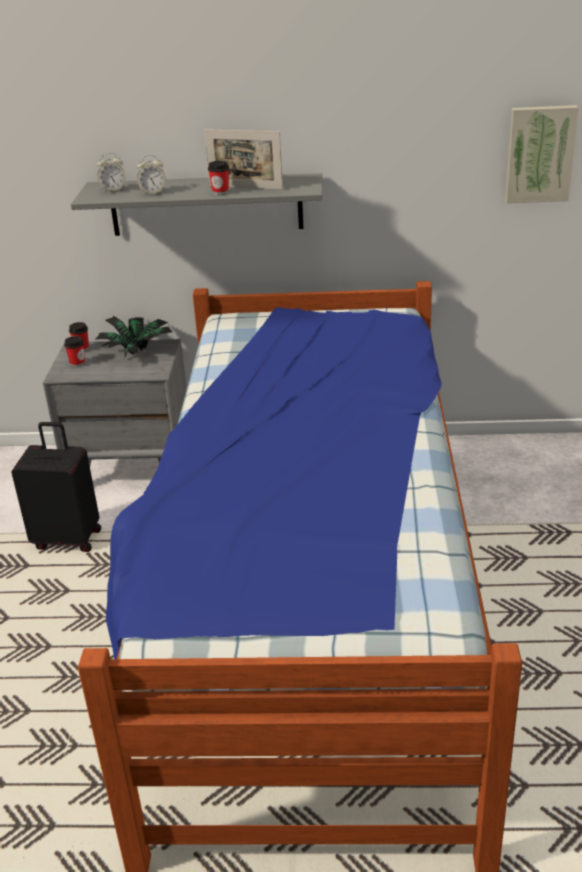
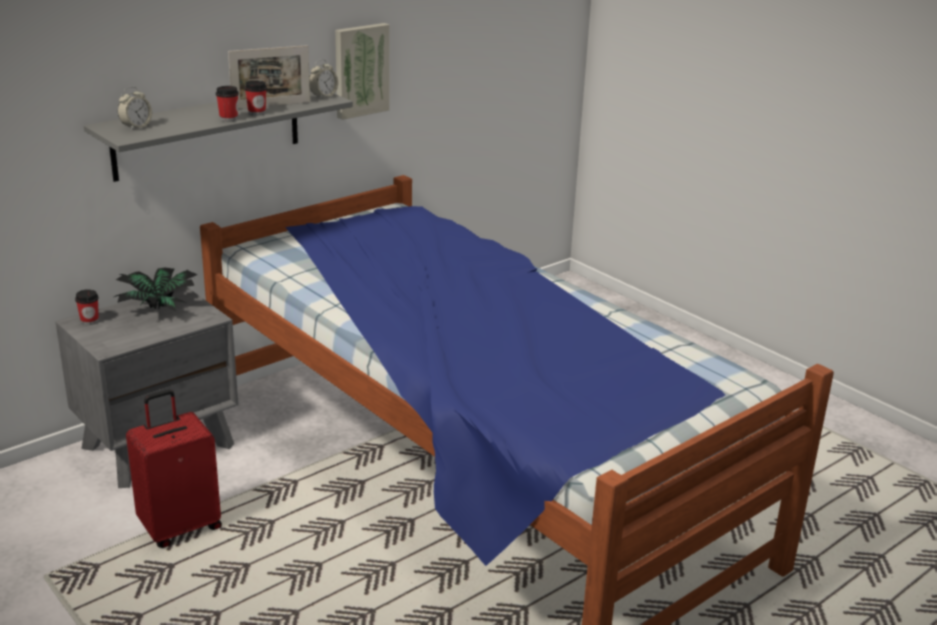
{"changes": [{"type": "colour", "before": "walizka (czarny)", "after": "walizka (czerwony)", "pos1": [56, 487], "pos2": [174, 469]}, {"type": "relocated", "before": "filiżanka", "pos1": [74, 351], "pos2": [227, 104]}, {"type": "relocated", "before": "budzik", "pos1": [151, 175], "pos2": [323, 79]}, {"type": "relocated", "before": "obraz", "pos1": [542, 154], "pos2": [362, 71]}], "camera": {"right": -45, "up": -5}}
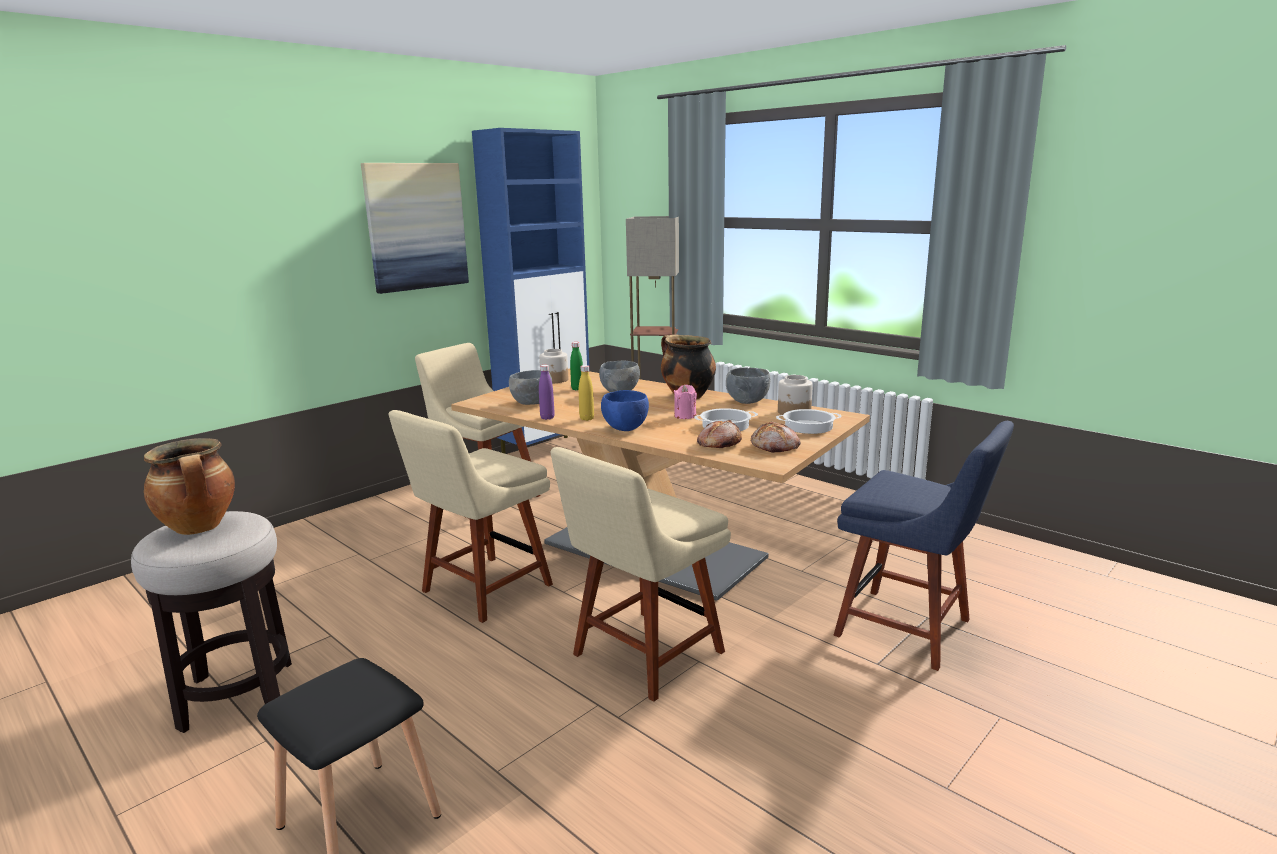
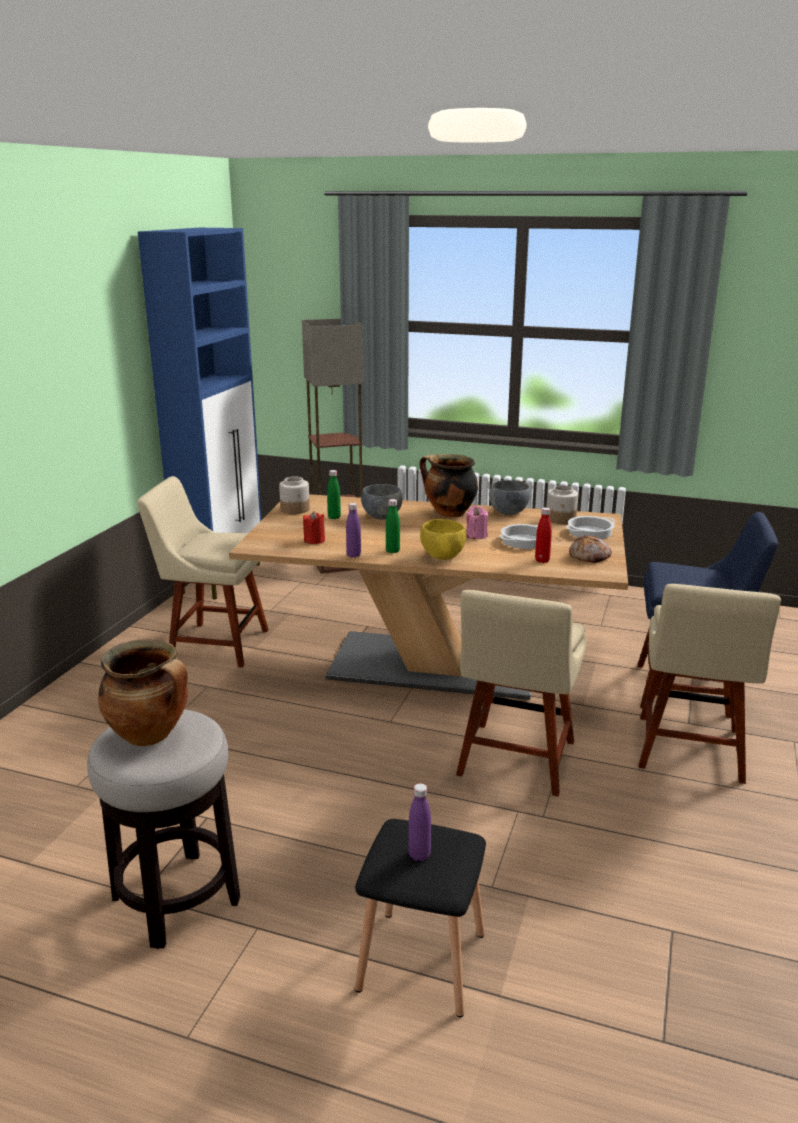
{"changes": [{"type": "exchanged", "before": "miska (szary)", "after": "świeca (czerwony)", "pos1": [531, 387], "pos2": [314, 527]}, {"type": "colour", "before": "butelka (żółty)", "after": "butelka (zielony)", "pos1": [586, 393], "pos2": [393, 526]}, {"type": "appeared", "after": "butelka (fioletowy)", "pos2": [420, 822]}, {"type": "colour", "before": "miska (niebieski)", "after": "miska (żółty)", "pos1": [625, 410], "pos2": [443, 539]}, {"type": "exchanged", "before": "chleb", "after": "butelka (czerwony)", "pos1": [719, 434], "pos2": [543, 535]}, {"type": "relocated", "before": "krzesło (beżowy)", "pos1": [471, 516], "pos2": [710, 684]}, {"type": "missing", "before": "obraz", "pos1": [415, 228]}], "camera": {"right": -25, "up": 5}}
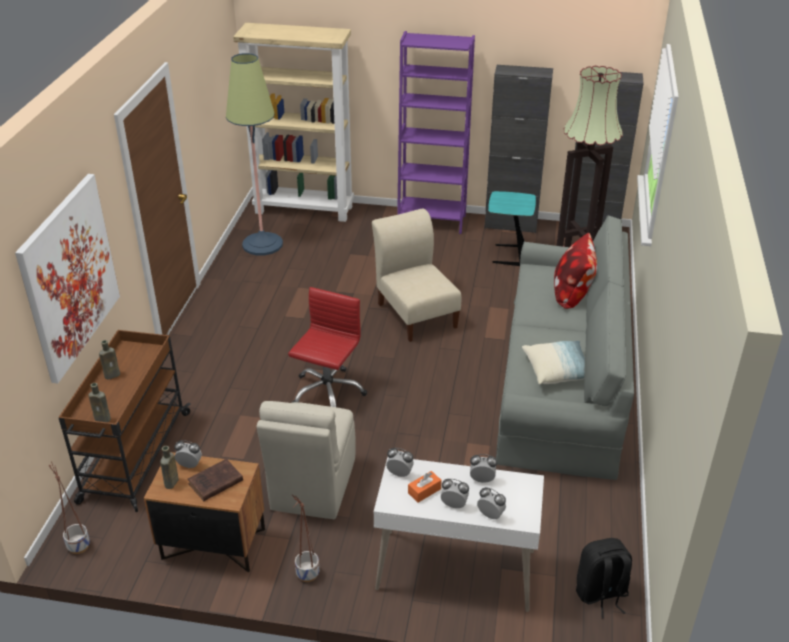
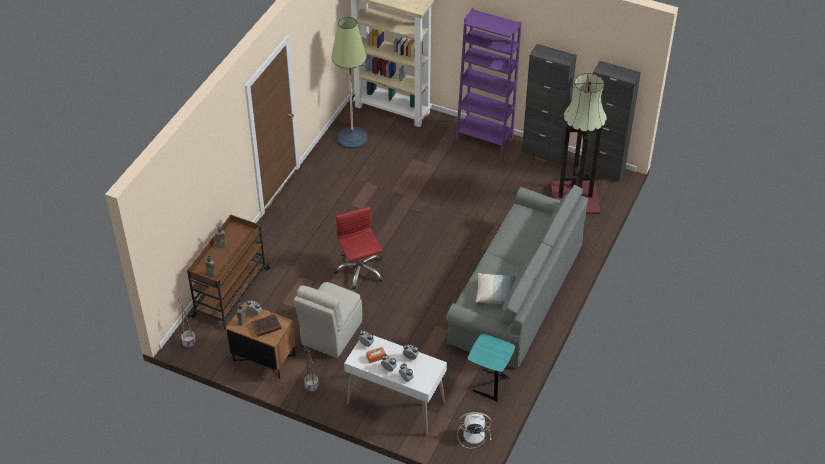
{"changes": [{"type": "spun", "before": "krzesło biurowe (czerwony)", "pos1": [327, 347], "pos2": [358, 248], "turn": -60}, {"type": "exchanged", "before": "plecak (czarny)", "after": "wentylator (biały)", "pos1": [604, 578], "pos2": [474, 430]}, {"type": "relocated", "before": "stolik (turkusowy)", "pos1": [512, 228], "pos2": [491, 367]}, {"type": "missing", "before": "obraz", "pos1": [67, 278]}, {"type": "missing", "before": "krzesło (beżowy)", "pos1": [416, 275]}, {"type": "missing", "before": "poduszka", "pos1": [575, 271]}], "camera": {"right": 15, "up": 10}}
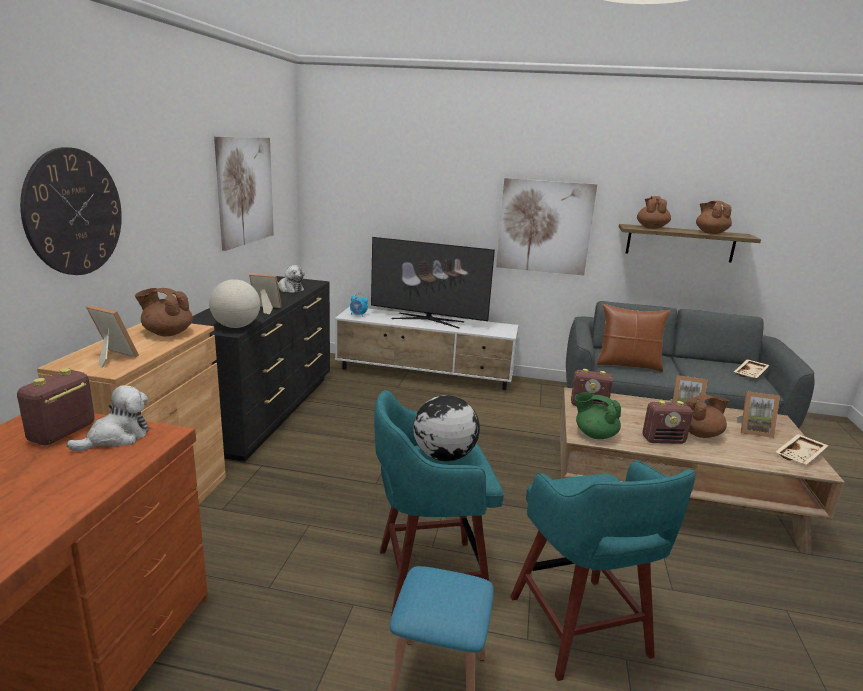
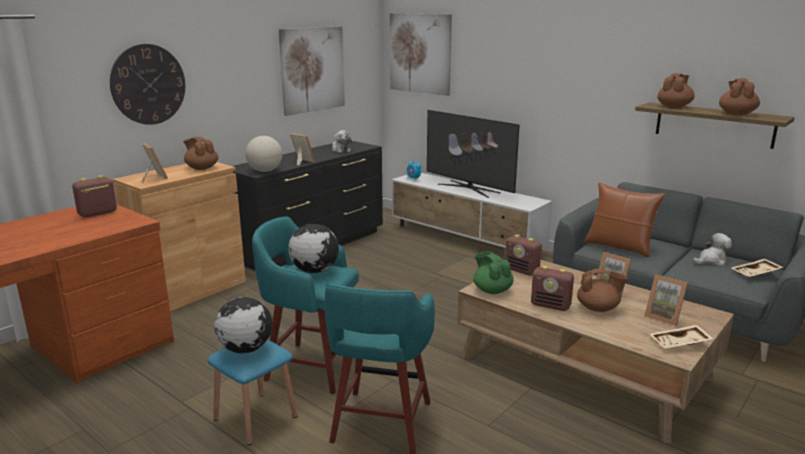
{"changes": [{"type": "appeared", "after": "globus", "pos2": [243, 325]}, {"type": "relocated", "before": "obraz", "pos1": [546, 226], "pos2": [421, 54]}, {"type": "relocated", "before": "pluszak", "pos1": [107, 418], "pos2": [712, 249]}], "camera": {"right": 30, "up": 0}}
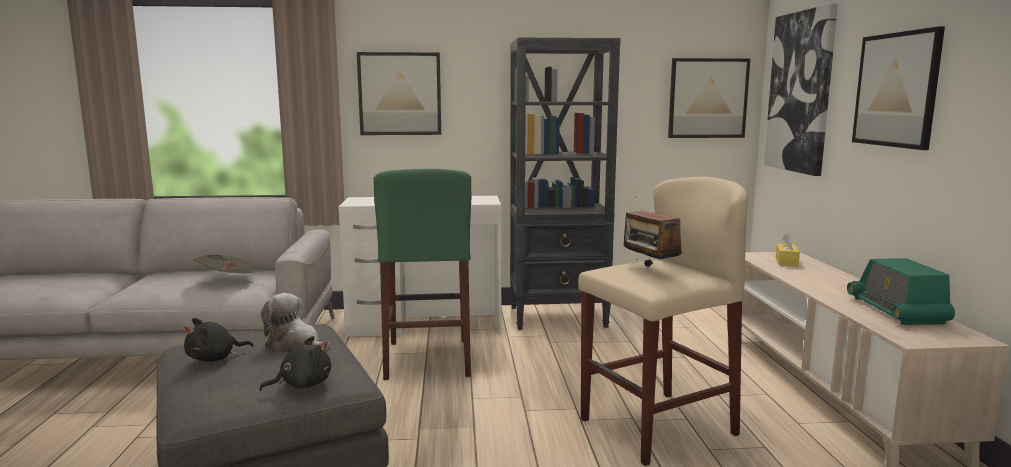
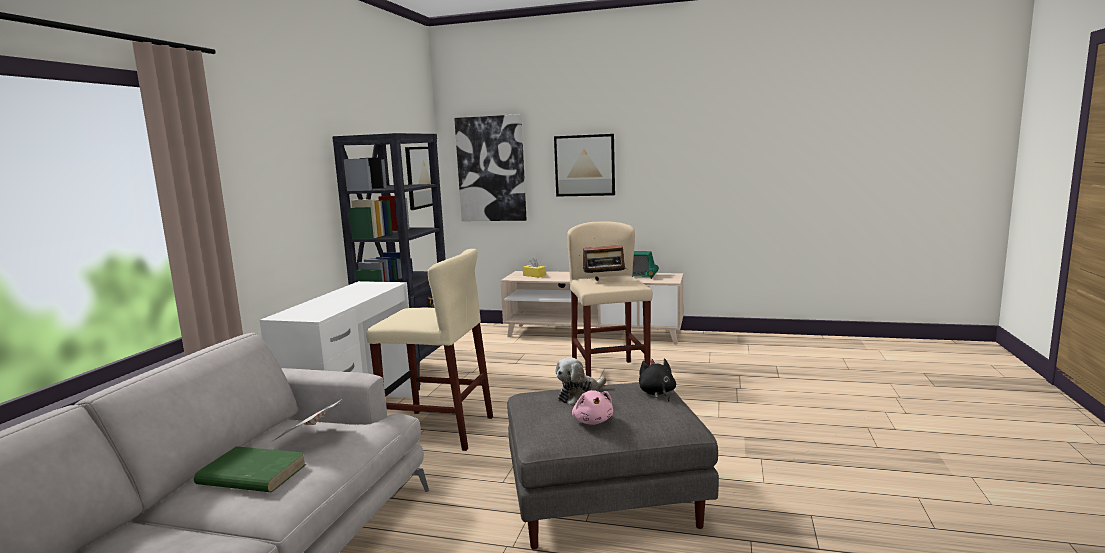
{"changes": [{"type": "appeared", "after": "książka (zielony)", "pos2": [250, 469]}, {"type": "colour", "before": "stołek (zielony)", "after": "stołek (beżowy)", "pos1": [422, 274], "pos2": [429, 350]}, {"type": "colour", "before": "pluszak (czarny)", "after": "pluszak (różowy)", "pos1": [219, 340], "pos2": [592, 407]}, {"type": "missing", "before": "obraz", "pos1": [399, 93]}], "camera": {"right": -70, "up": 0}}
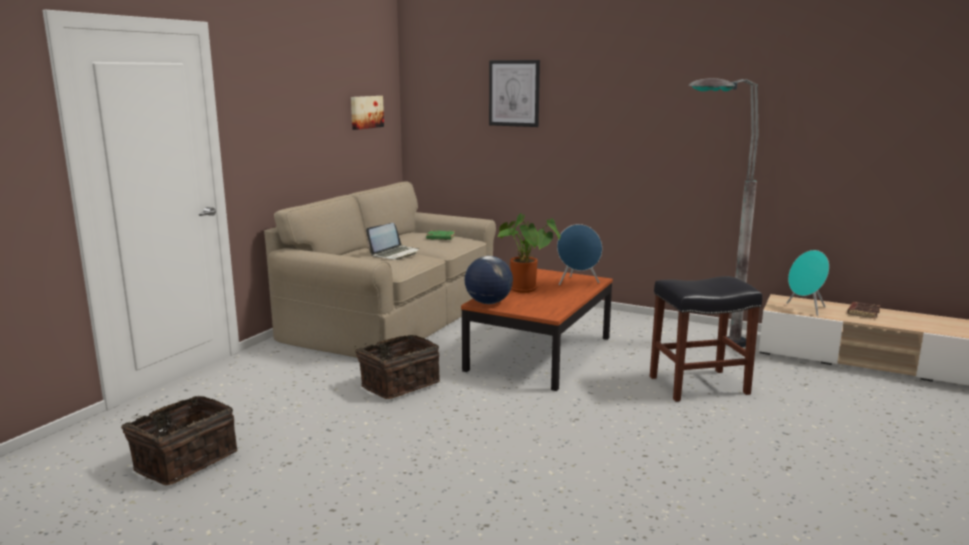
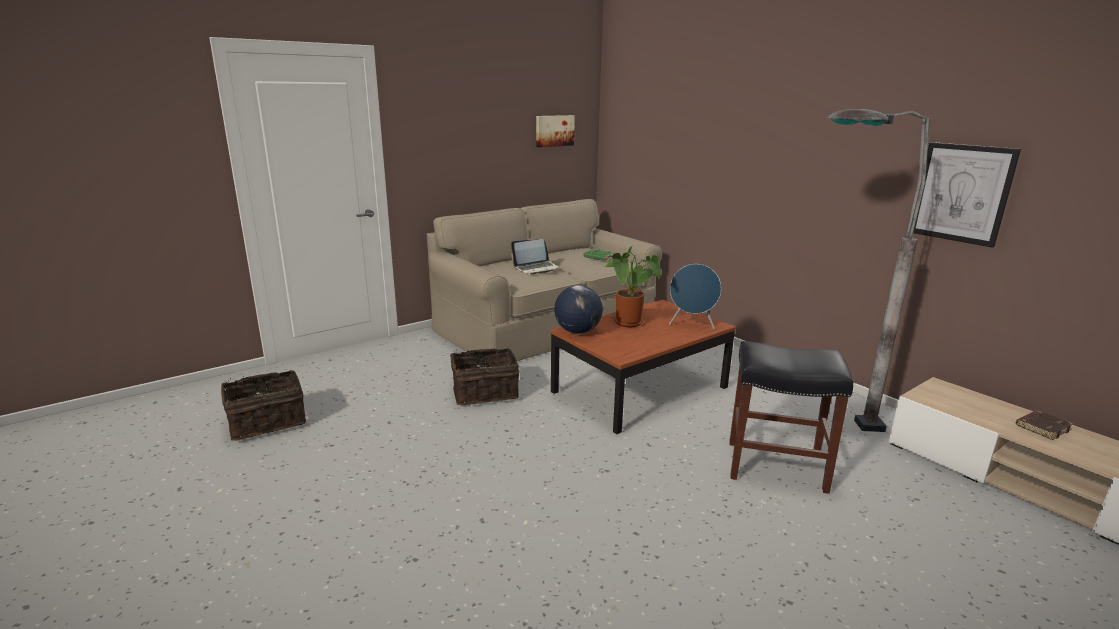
{"changes": [{"type": "relocated", "before": "obraz", "pos1": [514, 93], "pos2": [965, 195]}, {"type": "missing", "before": "głośnik (turkusowy)", "pos1": [808, 283]}], "camera": {"right": 25, "up": 5}}
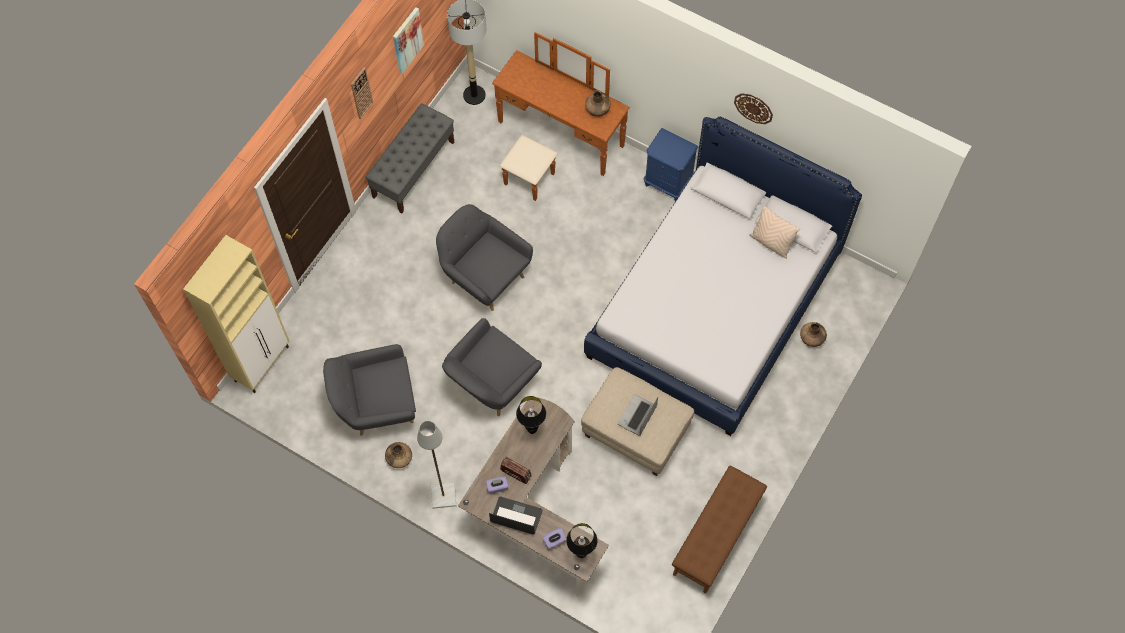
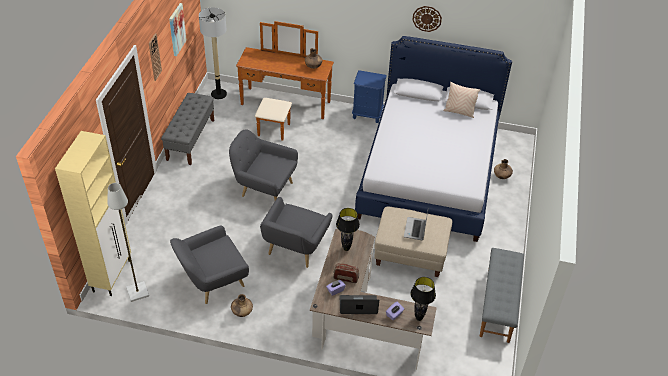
{"changes": [{"type": "relocated", "before": "lampa stojąca (szary)", "pos1": [436, 465], "pos2": [128, 242]}, {"type": "colour", "before": "ławka (brązowy)", "after": "ławka (szary)", "pos1": [719, 529], "pos2": [502, 295]}], "camera": {"right": -20, "up": -20}}
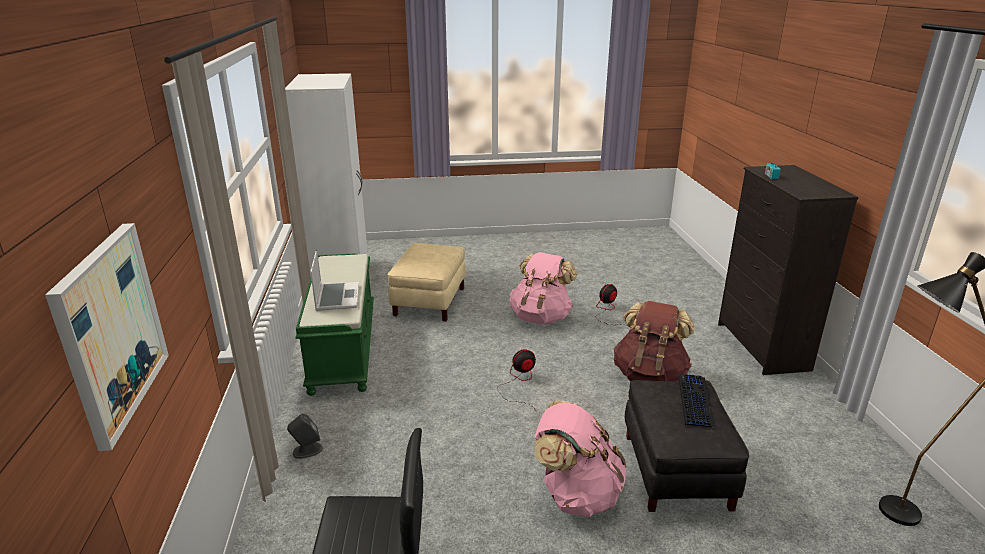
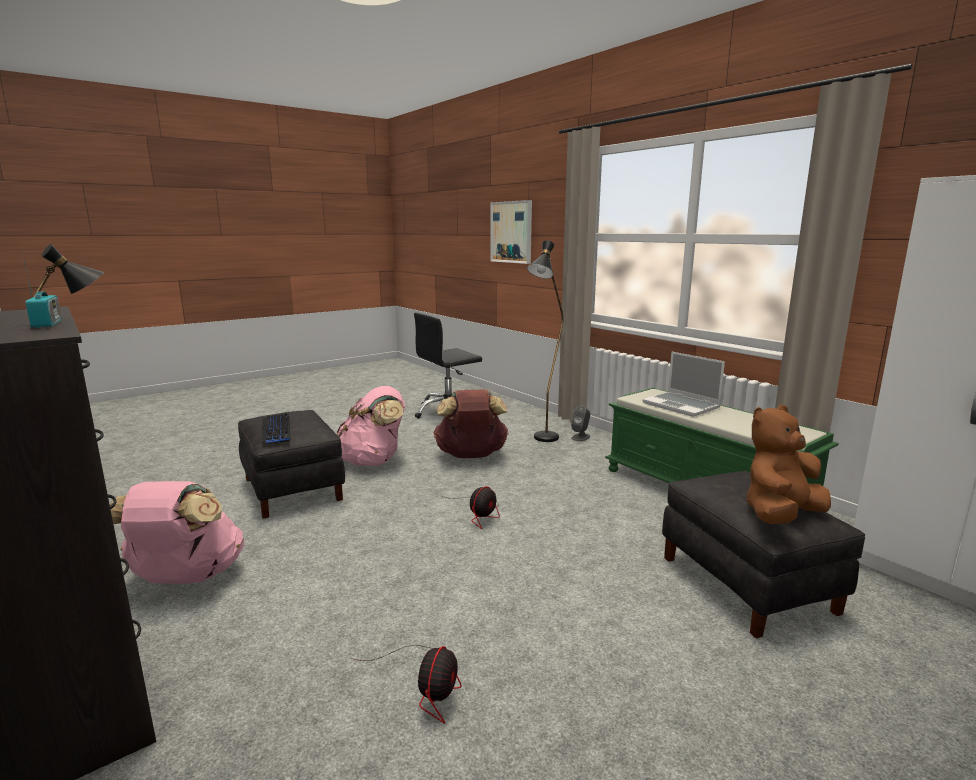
{"changes": [{"type": "relocated", "before": "plecak (różowy)", "pos1": [543, 288], "pos2": [177, 532]}, {"type": "relocated", "before": "plecak (brązowy)", "pos1": [654, 341], "pos2": [471, 424]}, {"type": "appeared", "after": "lampa stojąca (czarny)", "pos2": [545, 341]}, {"type": "colour", "before": "pufa (beżowy)", "after": "pufa (czarny)", "pos1": [427, 282], "pos2": [763, 554]}, {"type": "appeared", "after": "pluszak (brązowy)", "pos2": [788, 464]}], "camera": {"right": 150, "up": -10}}
